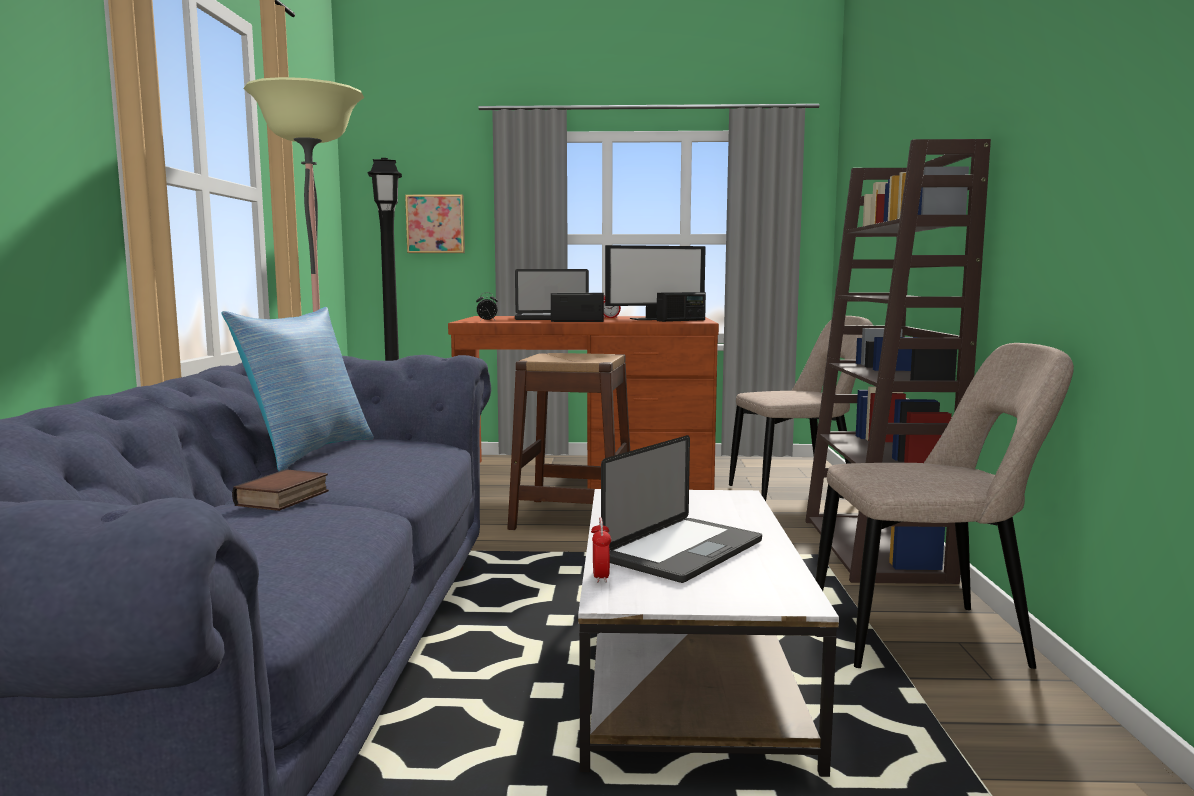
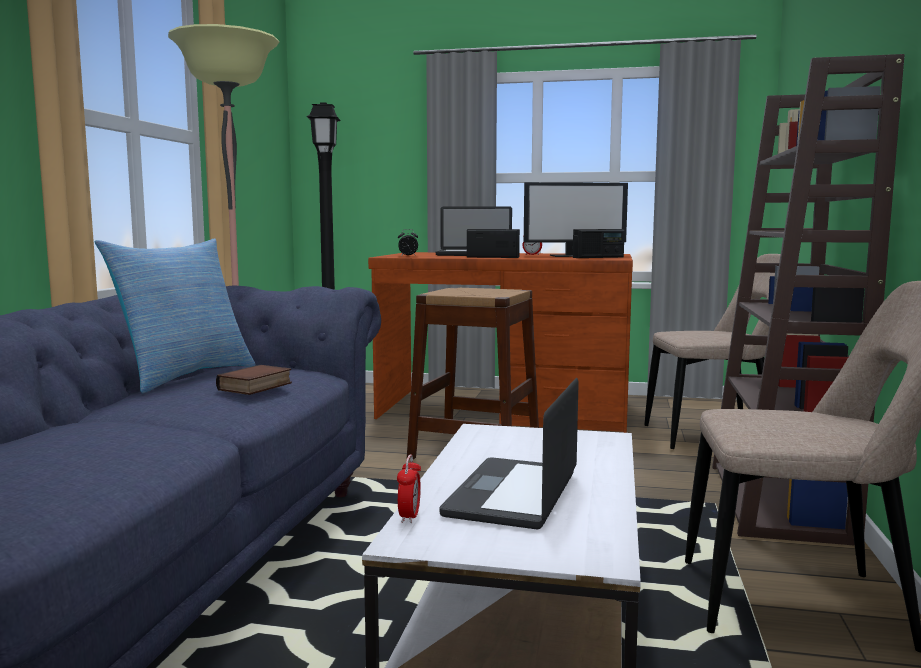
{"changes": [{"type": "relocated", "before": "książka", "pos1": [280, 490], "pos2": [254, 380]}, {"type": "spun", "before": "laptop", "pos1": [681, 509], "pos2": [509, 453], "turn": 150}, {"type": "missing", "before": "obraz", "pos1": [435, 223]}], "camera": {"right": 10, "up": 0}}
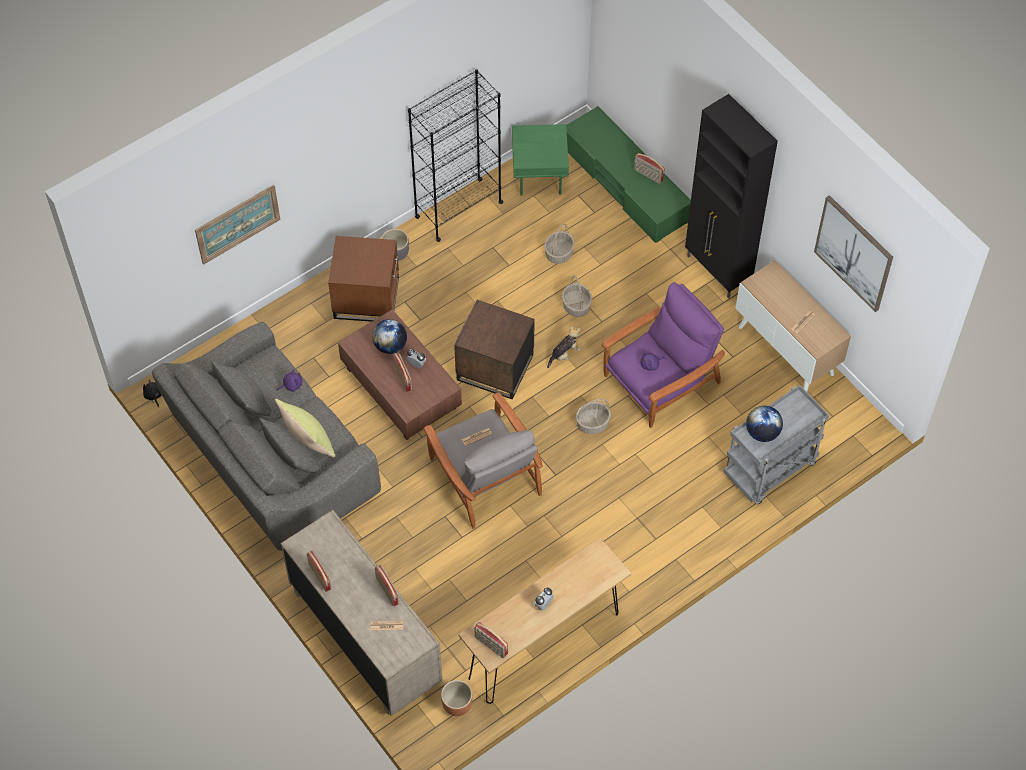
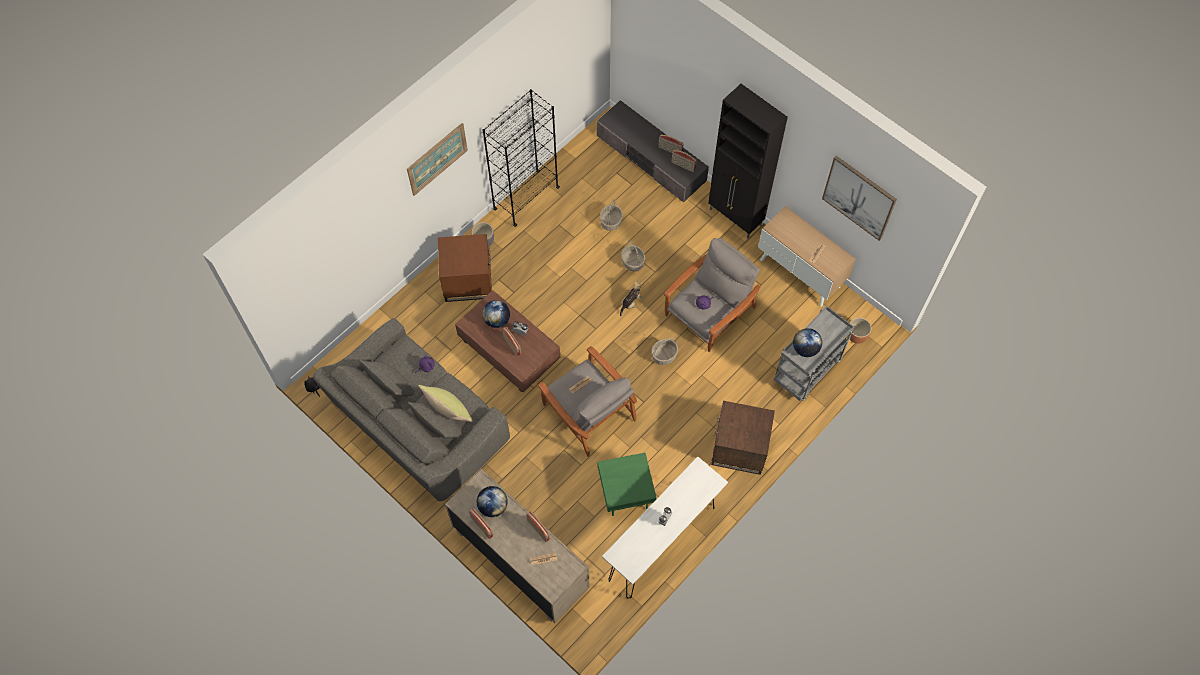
{"changes": [{"type": "relocated", "before": "obraz", "pos1": [237, 225], "pos2": [437, 159]}, {"type": "appeared", "after": "globus", "pos2": [492, 501]}, {"type": "colour", "before": "szafka pod telewizor (zielony)", "after": "szafka pod telewizor (szary)", "pos1": [628, 174], "pos2": [652, 151]}, {"type": "relocated", "before": "stolik (zielony)", "pos1": [540, 160], "pos2": [627, 484]}, {"type": "colour", "before": "stolik konsolowy (brązowy)", "after": "stolik konsolowy (biały)", "pos1": [545, 621], "pos2": [665, 527]}, {"type": "colour", "before": "fotel (fioletowy)", "after": "fotel (szary)", "pos1": [663, 355], "pos2": [712, 295]}, {"type": "relocated", "before": "radio", "pos1": [491, 640], "pos2": [684, 161]}, {"type": "relocated", "before": "stolik (brązowy)", "pos1": [494, 349], "pos2": [743, 438]}, {"type": "relocated", "before": "donica (brązowy)", "pos1": [457, 698], "pos2": [860, 330]}], "camera": {"right": -10, "up": 5}}
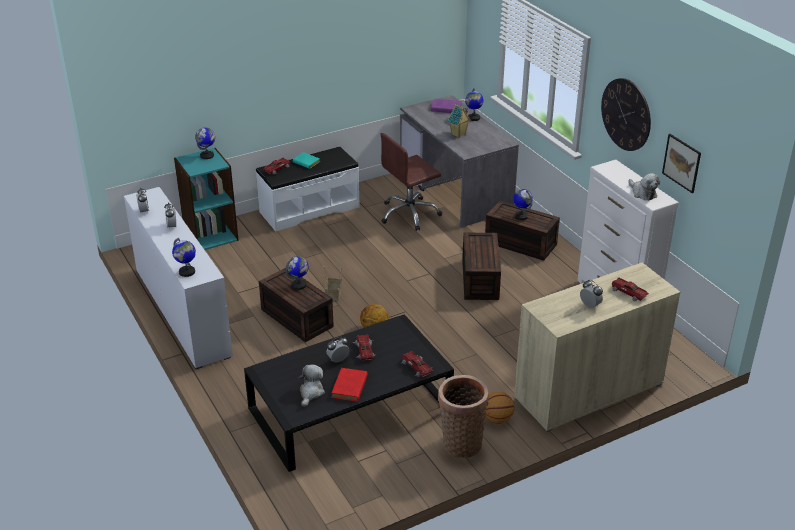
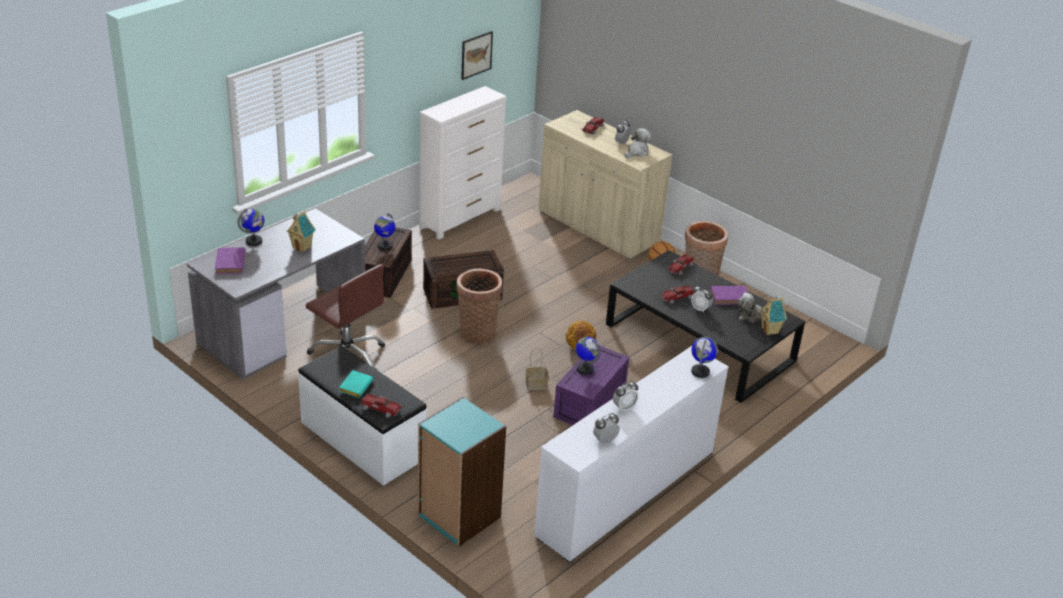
{"changes": [{"type": "appeared", "after": "koszyk", "pos2": [479, 307]}, {"type": "colour", "before": "pojemnik do przechowywania (brązowy)", "after": "pojemnik do przechowywania (fioletowy)", "pos1": [296, 305], "pos2": [591, 385]}, {"type": "relocated", "before": "pluszak", "pos1": [644, 187], "pos2": [637, 143]}, {"type": "colour", "before": "książka (czerwony)", "after": "książka (fioletowy)", "pos1": [349, 385], "pos2": [729, 295]}, {"type": "appeared", "after": "domek", "pos2": [773, 315]}, {"type": "missing", "before": "globus", "pos1": [205, 143]}, {"type": "missing", "before": "zegar ścienny", "pos1": [626, 114]}], "camera": {"right": -110, "up": 0}}
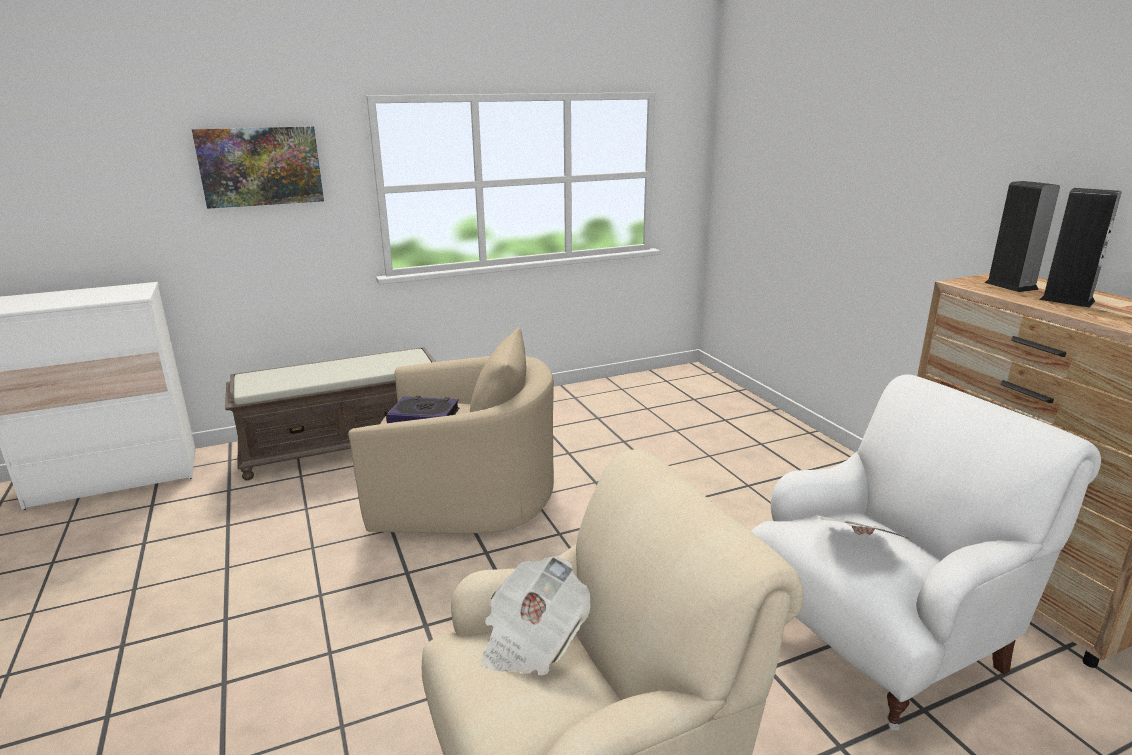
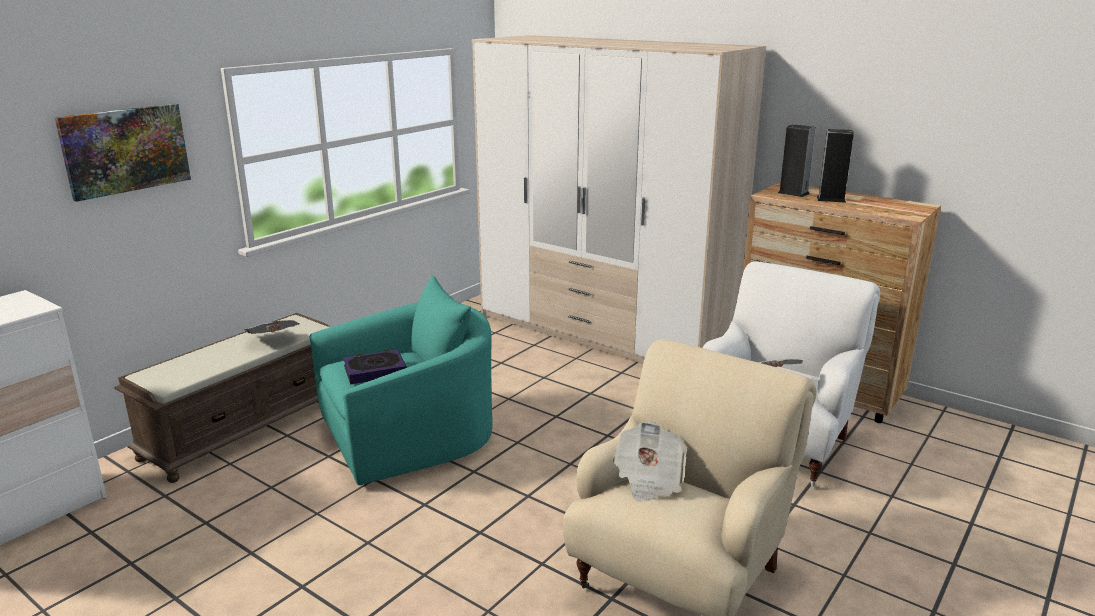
{"changes": [{"type": "appeared", "after": "gazeta", "pos2": [272, 327]}, {"type": "colour", "before": "fotel (beżowy)", "after": "fotel (turkusowy)", "pos1": [451, 430], "pos2": [401, 380]}, {"type": "appeared", "after": "szafa", "pos2": [619, 199]}], "camera": {"right": -30, "up": 0}}
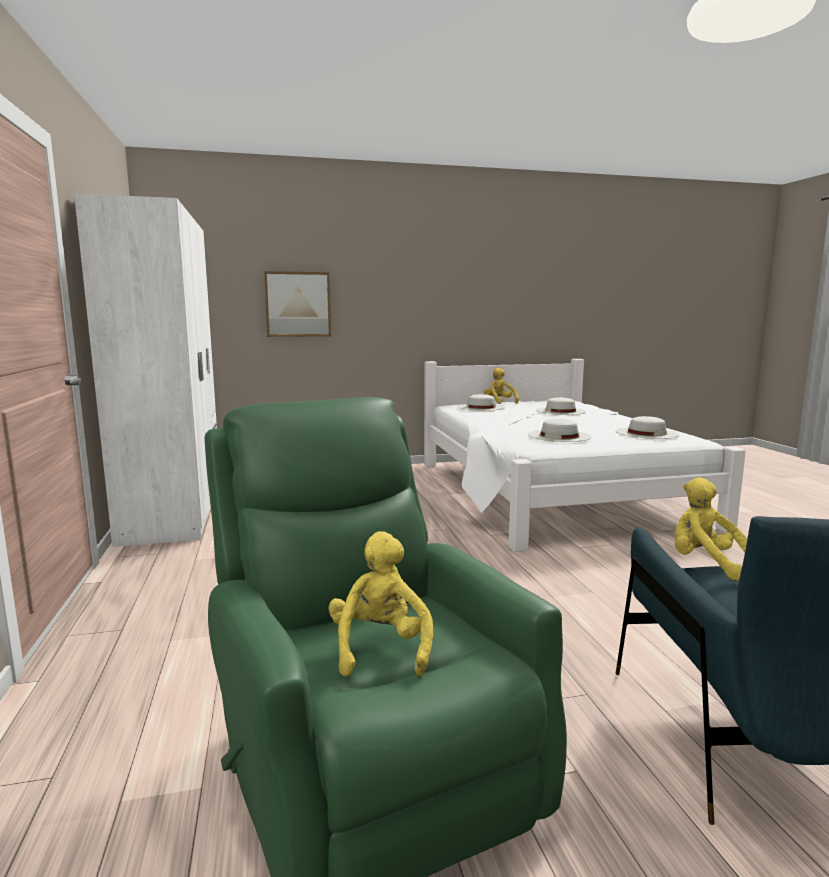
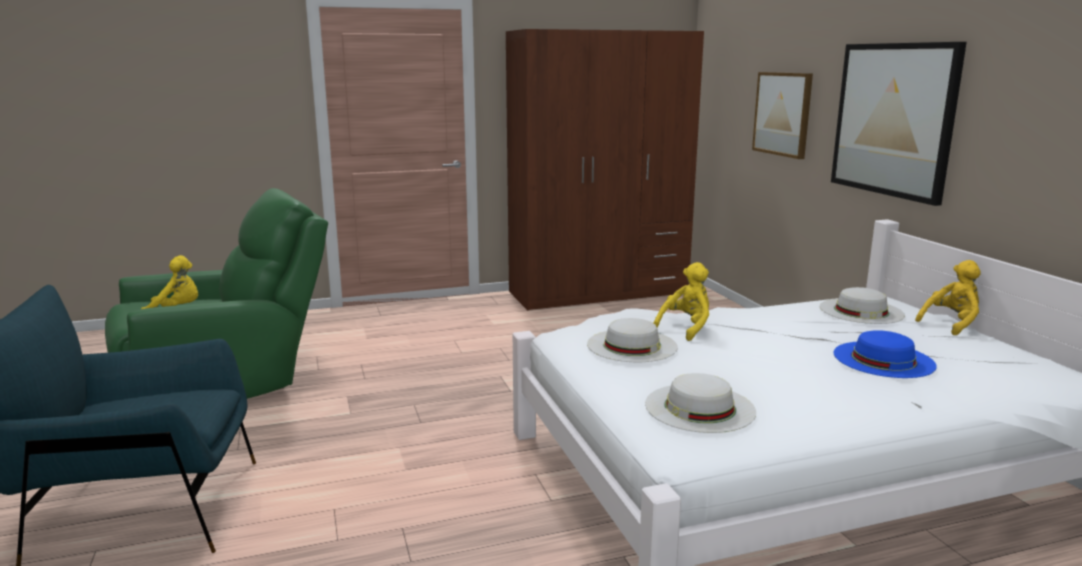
{"changes": [{"type": "colour", "before": "szafa (biały)", "after": "szafa (brązowy)", "pos1": [145, 370], "pos2": [605, 169]}, {"type": "relocated", "before": "pluszak (żółty)", "pos1": [711, 529], "pos2": [681, 301]}, {"type": "appeared", "after": "obraz", "pos2": [899, 124]}, {"type": "colour", "before": "kapelusz (biały)", "after": "kapelusz (niebieski)", "pos1": [561, 406], "pos2": [884, 354]}], "camera": {"right": 85, "up": 5}}
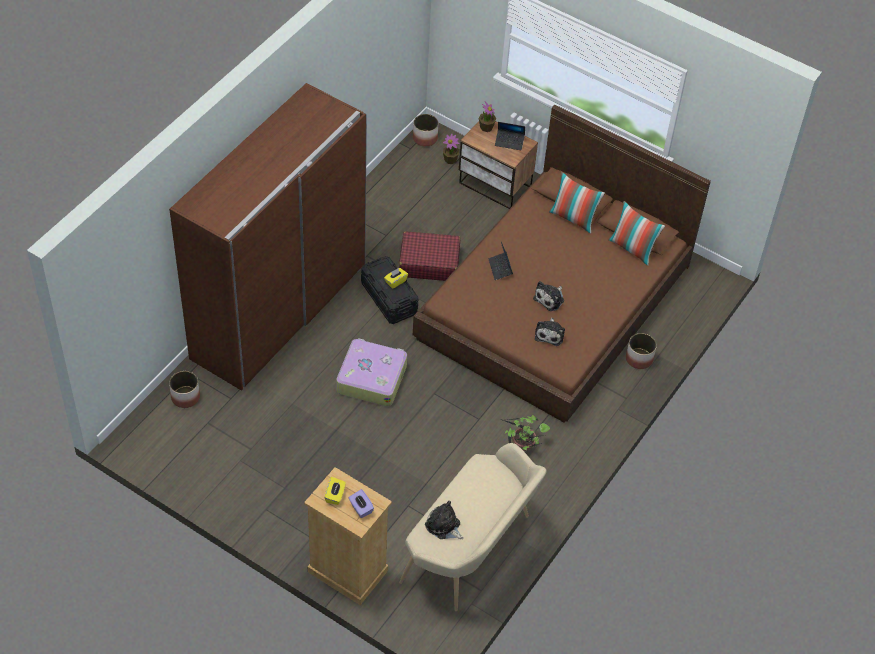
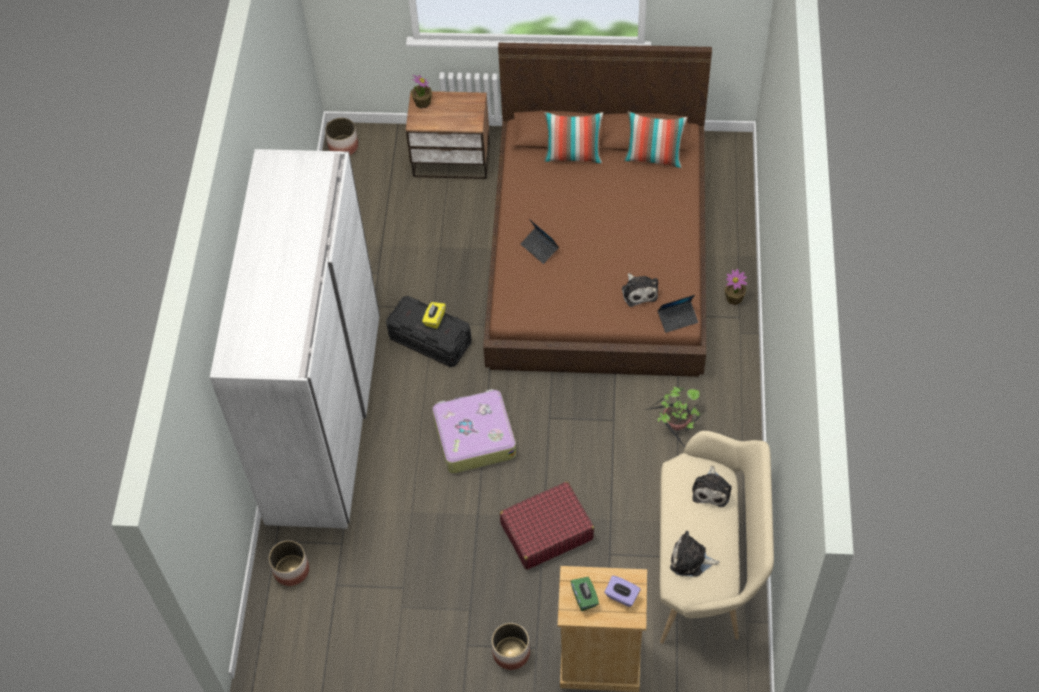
{"changes": [{"type": "colour", "before": "szafa (brązowy)", "after": "szafa (biały)", "pos1": [268, 237], "pos2": [295, 338]}, {"type": "relocated", "before": "donica", "pos1": [641, 351], "pos2": [511, 646]}, {"type": "relocated", "before": "walizka (czerwony)", "pos1": [429, 256], "pos2": [547, 526]}, {"type": "colour", "before": "pudełko chusteczek (żółty)", "after": "pudełko chusteczek (zielony)", "pos1": [335, 491], "pos2": [584, 594]}, {"type": "relocated", "before": "laptop", "pos1": [510, 136], "pos2": [677, 314]}, {"type": "relocated", "before": "pluszak", "pos1": [548, 296], "pos2": [712, 486]}, {"type": "relocated", "before": "roślina doniczkowa", "pos1": [451, 149], "pos2": [735, 287]}], "camera": {"right": -25, "up": 5}}
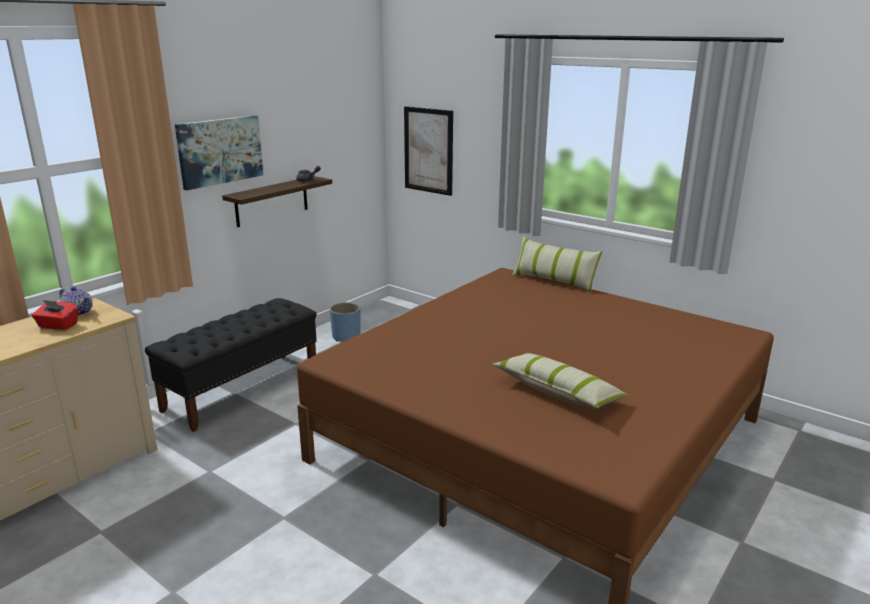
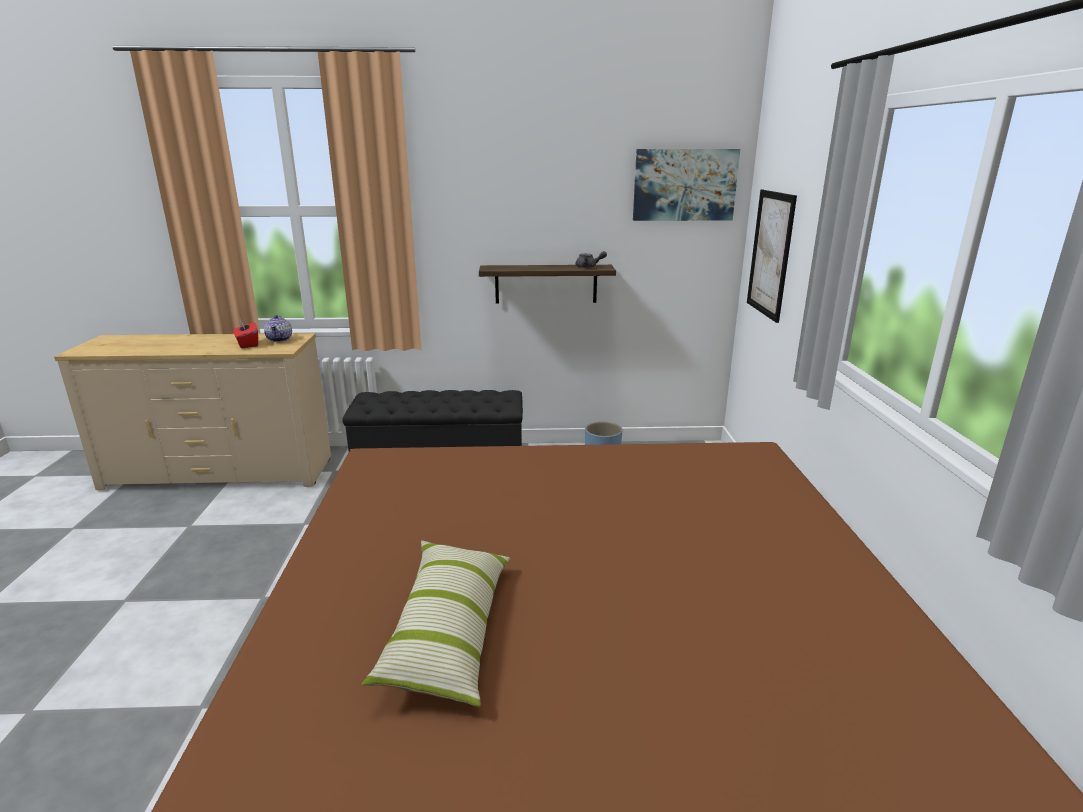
{"changes": [{"type": "relocated", "before": "obraz", "pos1": [219, 152], "pos2": [686, 185]}, {"type": "missing", "before": "poduszka", "pos1": [557, 264]}], "camera": {"right": 50, "up": 0}}
